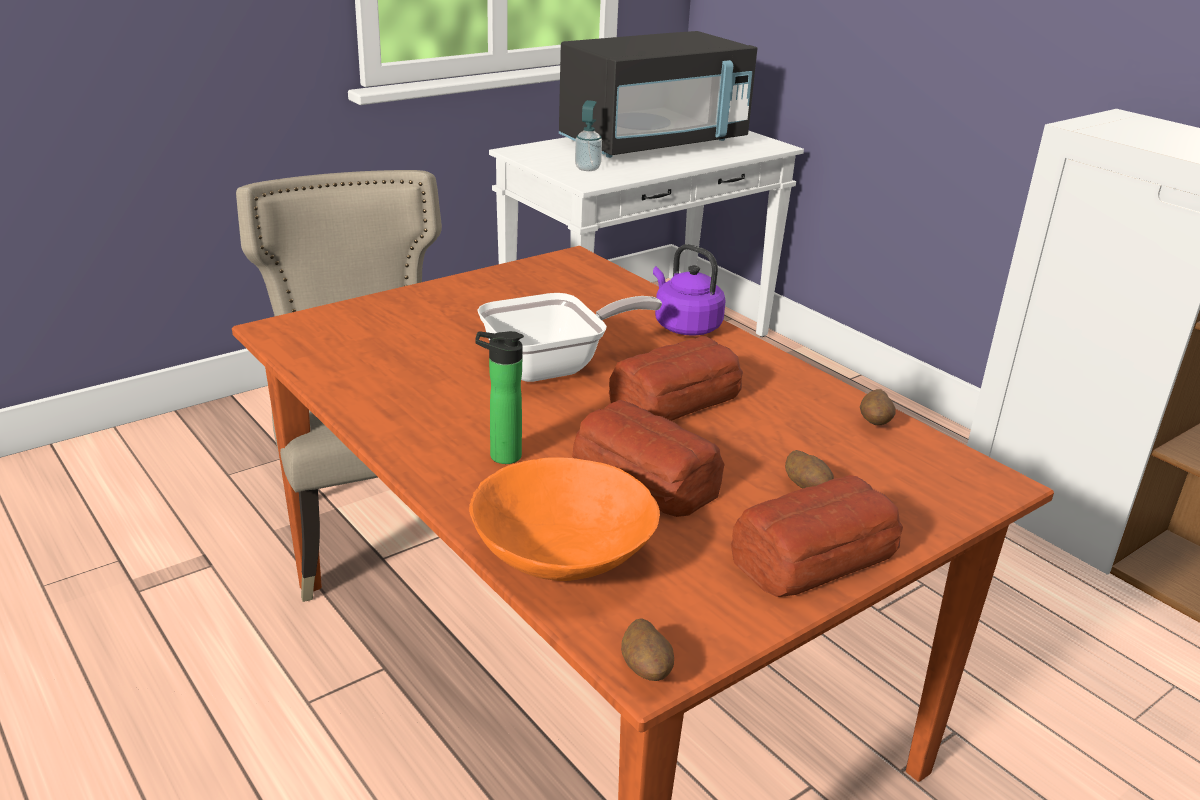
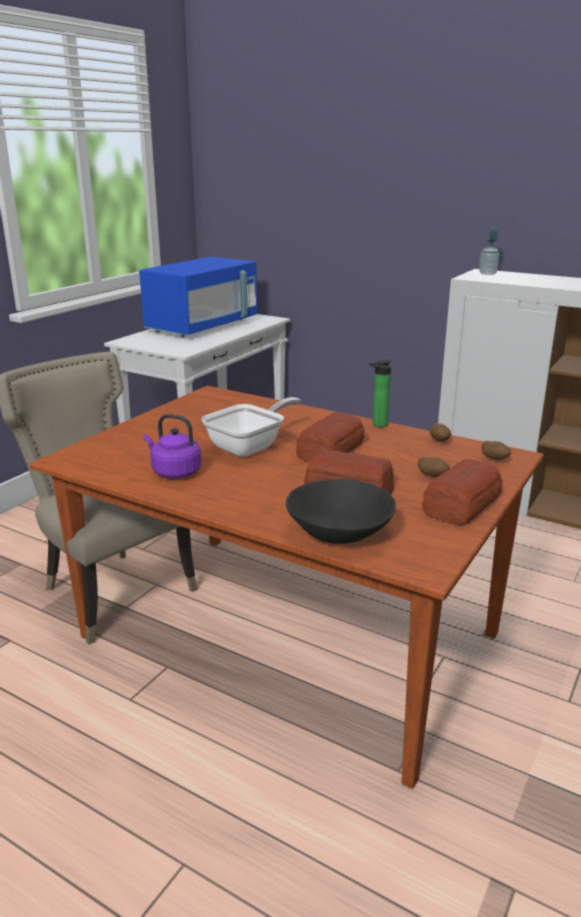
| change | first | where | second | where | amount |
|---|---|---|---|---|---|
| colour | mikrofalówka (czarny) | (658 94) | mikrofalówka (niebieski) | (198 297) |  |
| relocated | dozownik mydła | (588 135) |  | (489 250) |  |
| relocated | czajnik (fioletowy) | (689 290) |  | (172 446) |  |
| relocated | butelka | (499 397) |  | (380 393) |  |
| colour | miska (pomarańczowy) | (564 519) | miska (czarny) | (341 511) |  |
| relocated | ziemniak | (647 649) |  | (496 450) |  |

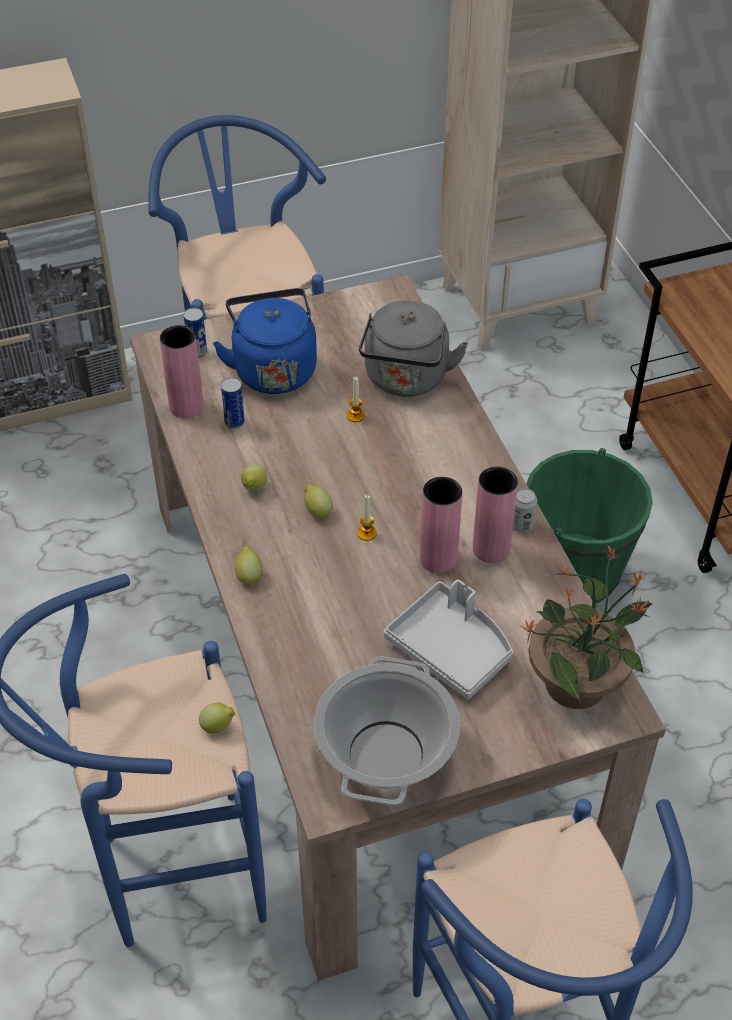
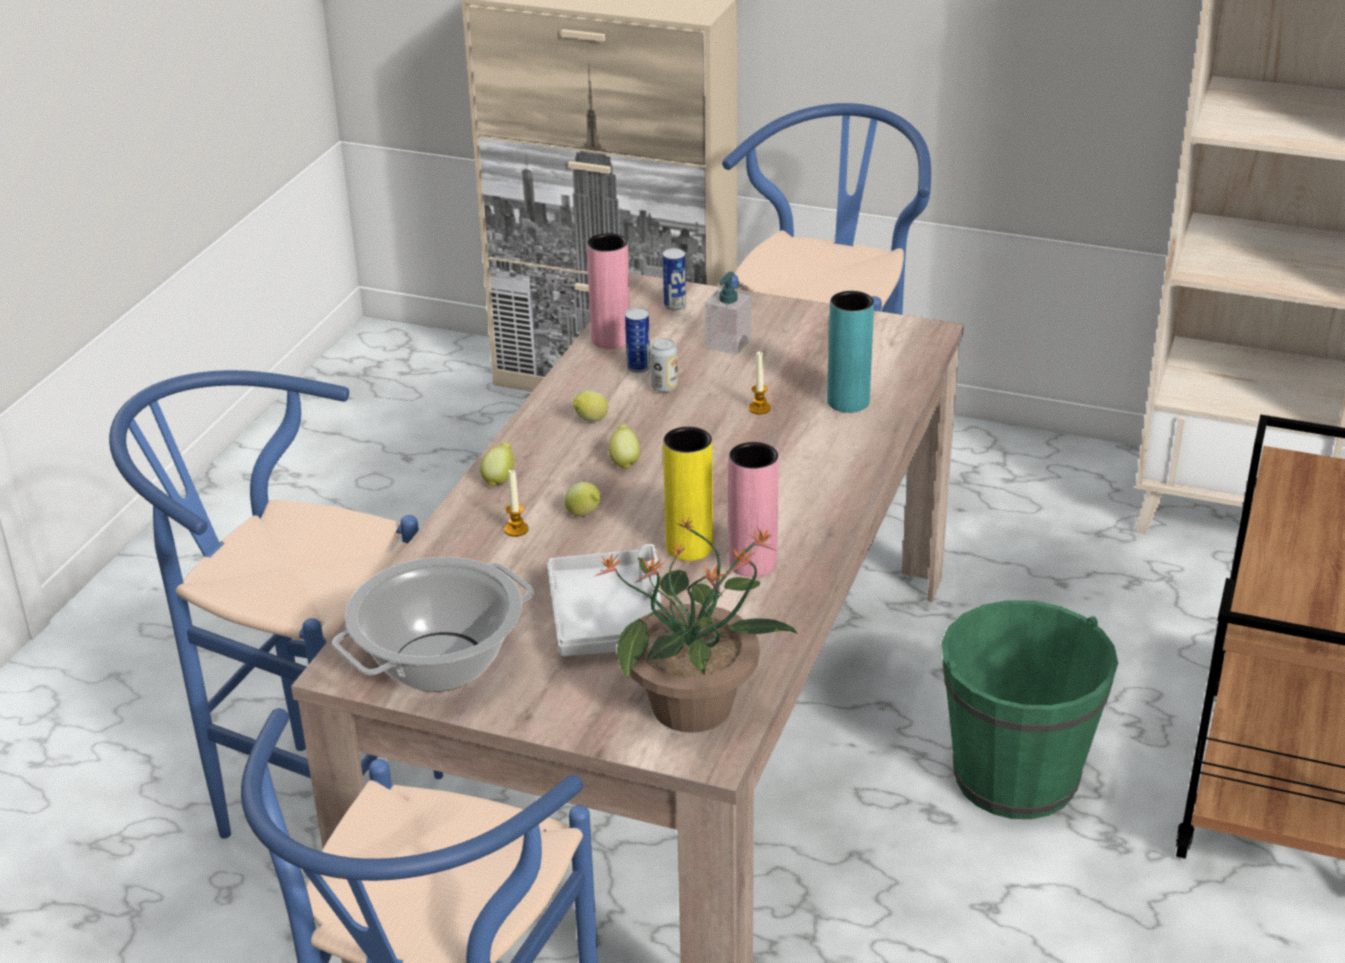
| change | first | where | second | where | amount |
|---|---|---|---|---|---|
| exchanged | czajnik (niebieski) | (265 341) | dozownik mydła | (728 313) |  |
| exchanged | czajnik (szary) | (413 348) | wazon (turkusowy) | (850 352) |  |
| colour | wazon (różowy) | (441 525) | wazon (żółty) | (688 494) |  |
| relocated | puszka | (525 510) |  | (664 365) |  |
| relocated | świeca | (367 518) |  | (516 503) |  |
| relocated | cytryna | (217 718) |  | (582 499) |  |

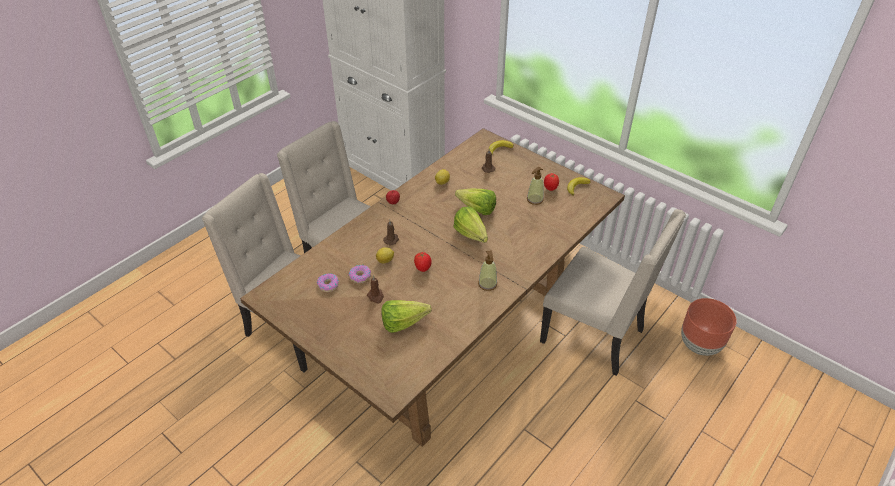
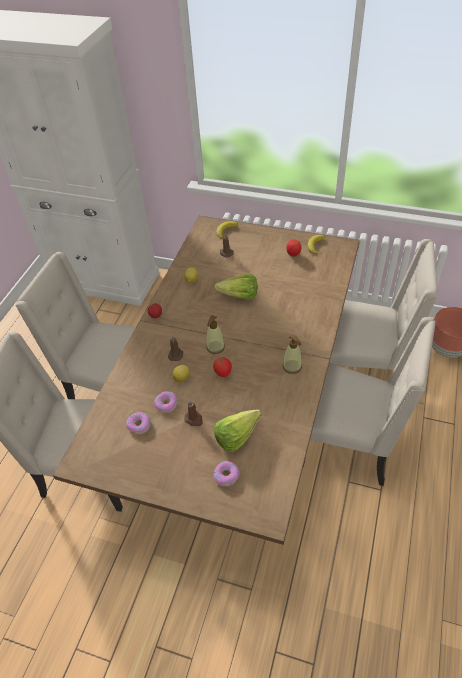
| change | first | where | second | where | amount |
|---|---|---|---|---|---|
| relocated | dozownik mydła | (535 186) |  | (215 334) |  |
| missing | sałata | (470 225) |  |  |  |
| appeared |  |  | krzesło (beżowy) | (369 401) |  |
| appeared |  |  | donut | (227 473) |  |

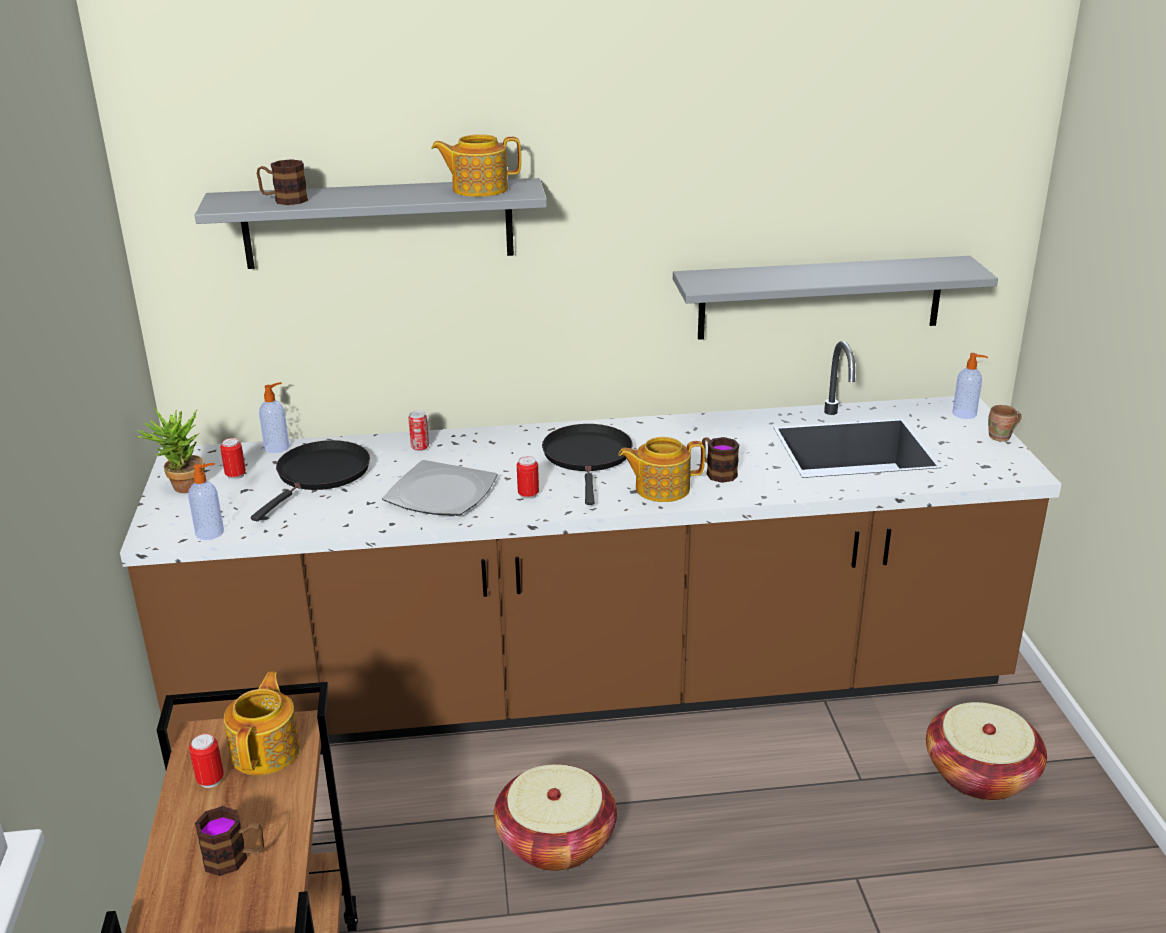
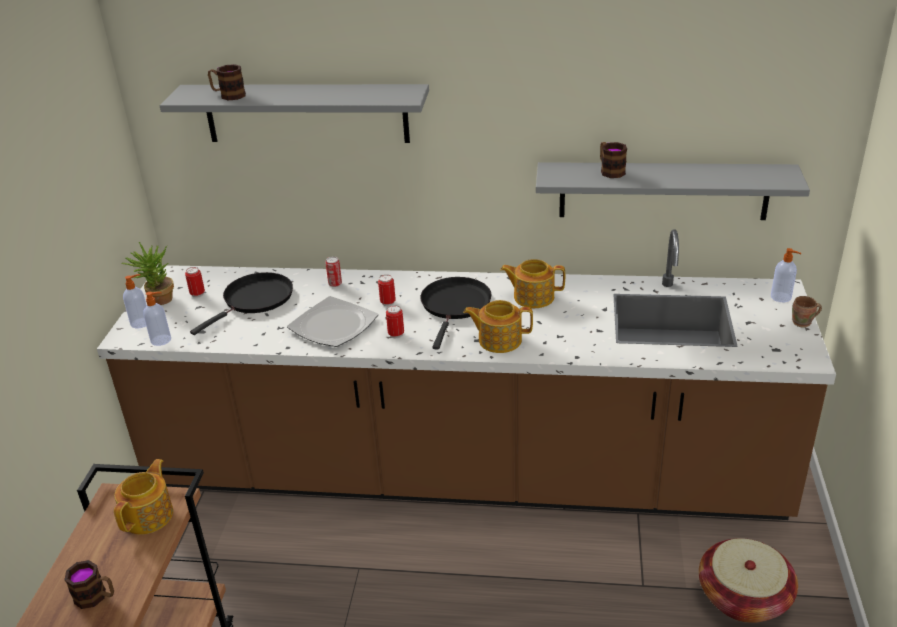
| change | first | where | second | where | amount |
|---|---|---|---|---|---|
| relocated | imbryk | (476 165) |  | (532 283) |  |
| relocated | dozownik mydła | (274 417) |  | (135 301) |  |
| relocated | kubek | (720 460) |  | (613 160) |  |
| relocated | puszka | (206 761) |  | (387 290) |  |
| missing | koszyk | (555 817) |  |  |  |

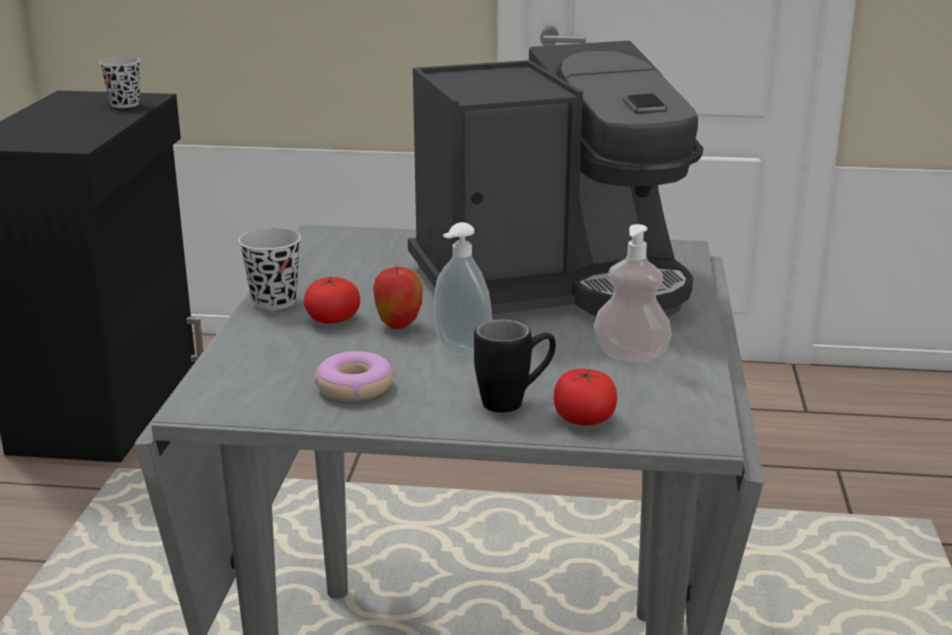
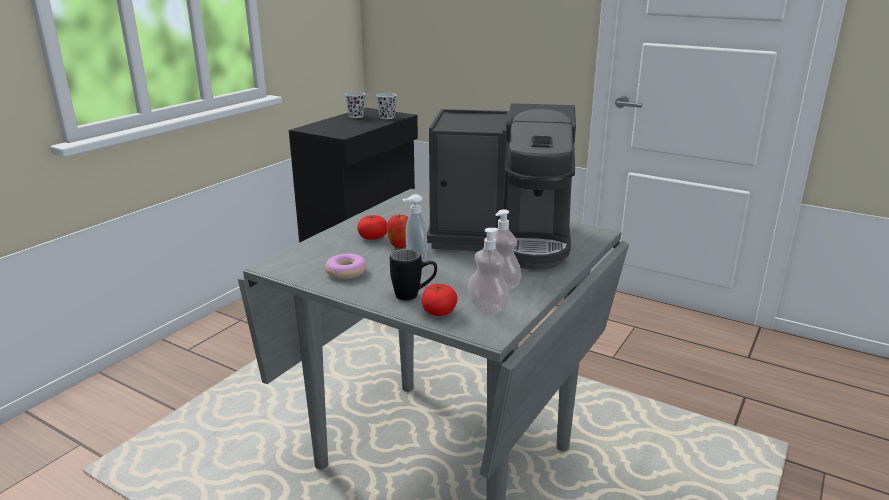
| change | first | where | second | where | amount |
|---|---|---|---|---|---|
| relocated | filiżanka (czarny) | (269 269) |  | (355 105) |  |
| appeared |  |  | dozownik mydła | (489 271) |  |

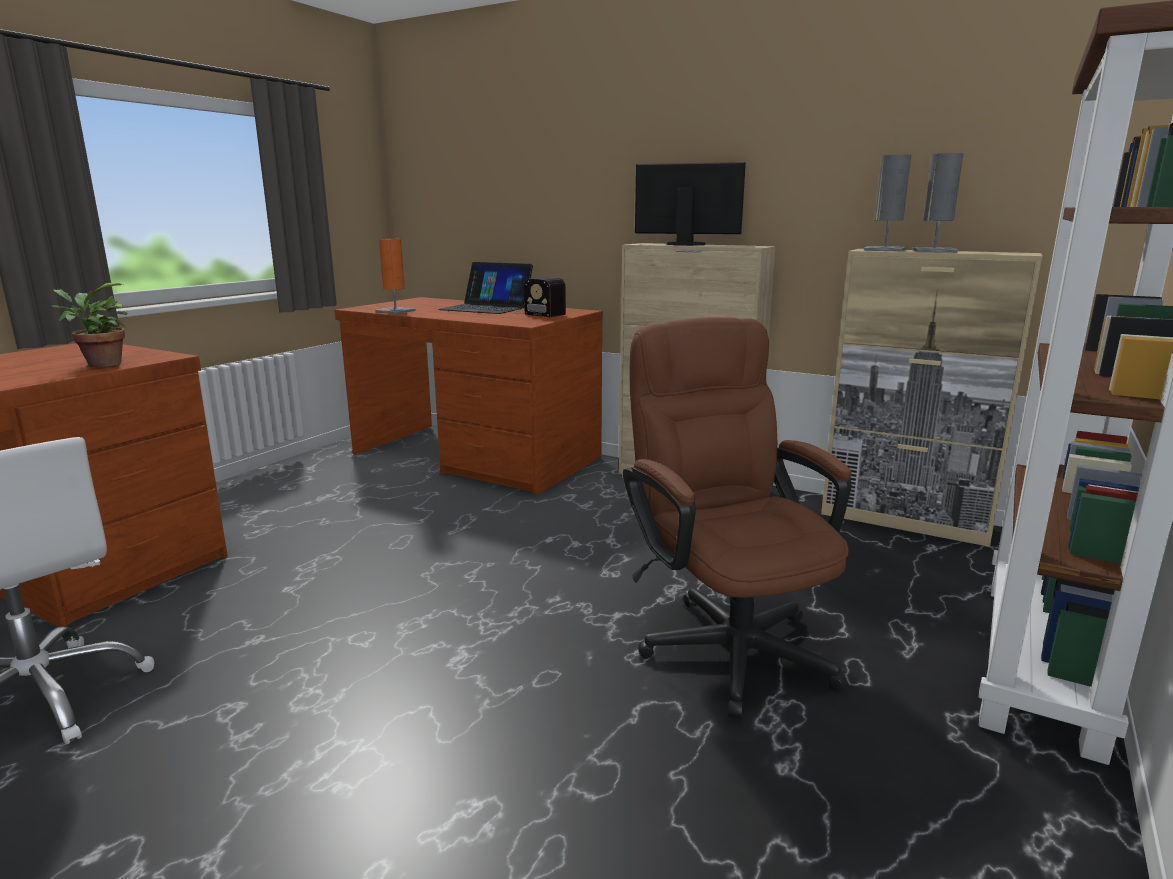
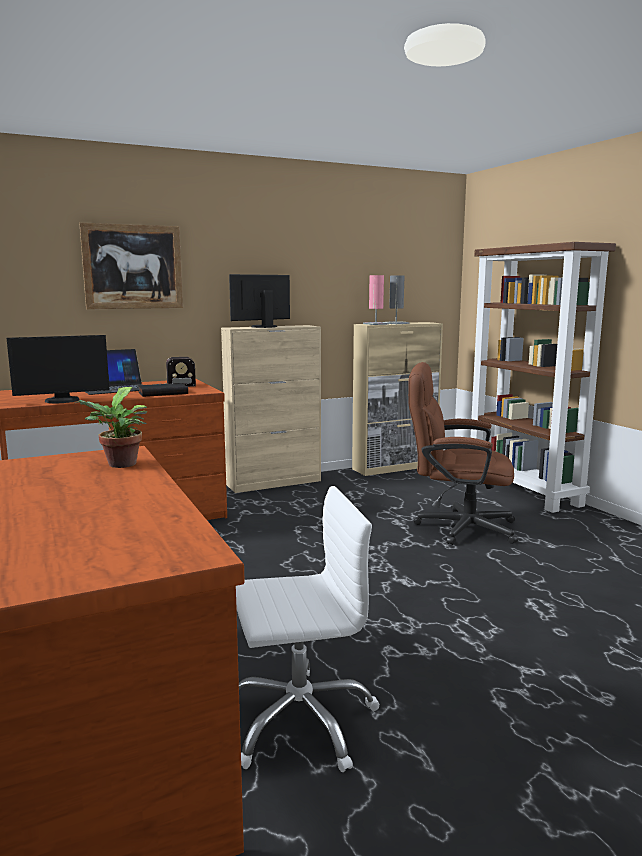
| change | first | where | second | where | amount |
|---|---|---|---|---|---|
| colour | lampa stołowa (szary) | (887 203) | lampa stołowa (różowy) | (376 300) |  |
| exchanged | lampa stołowa (pomarańczowy) | (395 276) | monitor | (57 369) |  |
| appeared |  |  | obraz | (131 266) |  |
| appeared |  |  | książka (czarny) | (163 390) |  |

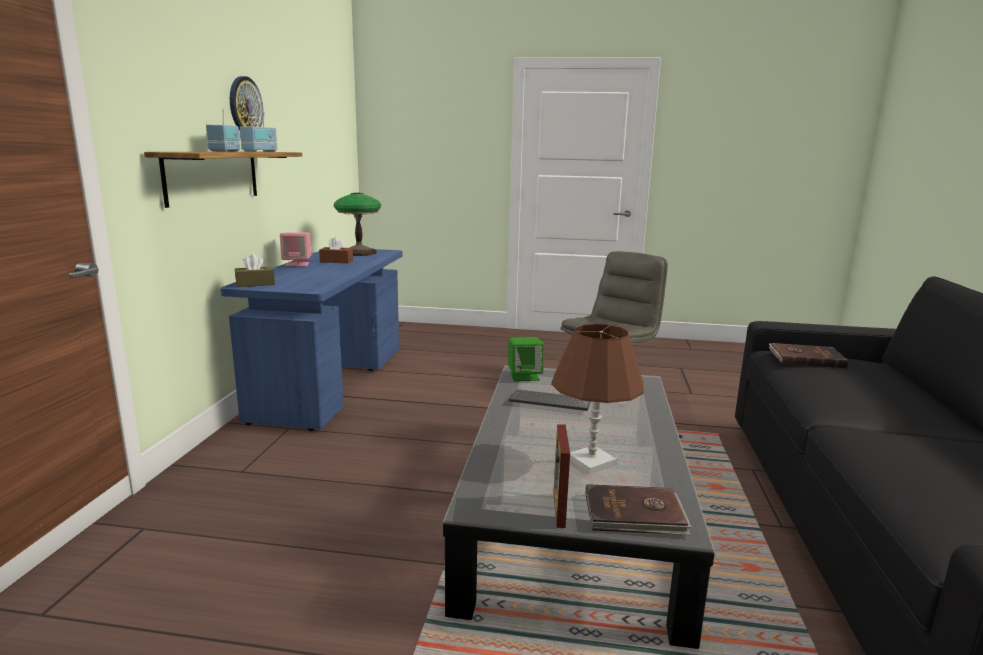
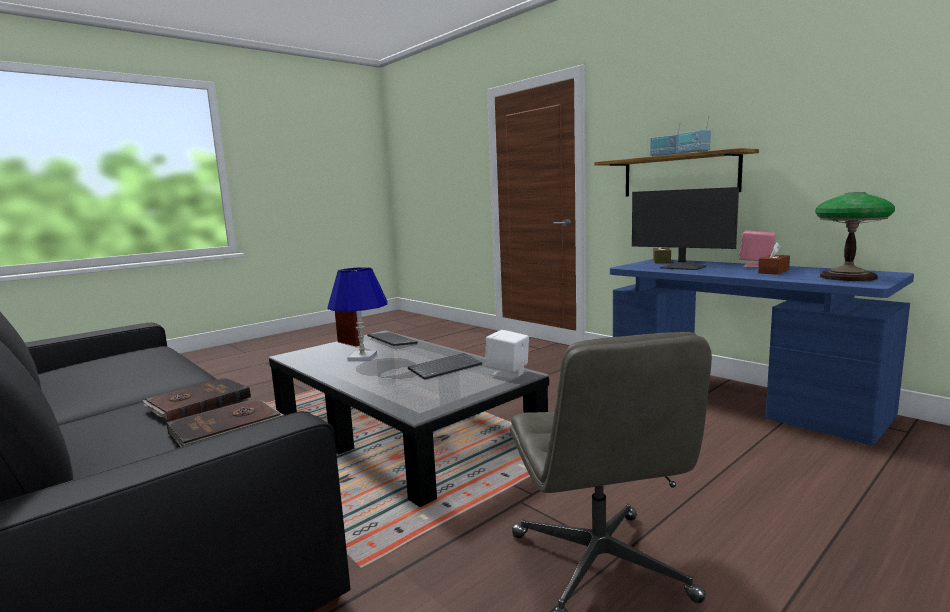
| change | first | where | second | where | amount |
|---|---|---|---|---|---|
| missing | zegar ścienny | (246 103) |  |  |  |
| colour | lampa stołowa (brązowy) | (597 398) | lampa stołowa (niebieski) | (357 314) |  |
| colour | głośnik (zielony) | (526 359) | głośnik (biały) | (507 354) |  |
| relocated | książka (brązowy) | (638 509) |  | (197 400) |  |
| appeared |  |  | monitor | (685 228) |  |
| appeared |  |  | klawiatura | (392 339) |  |

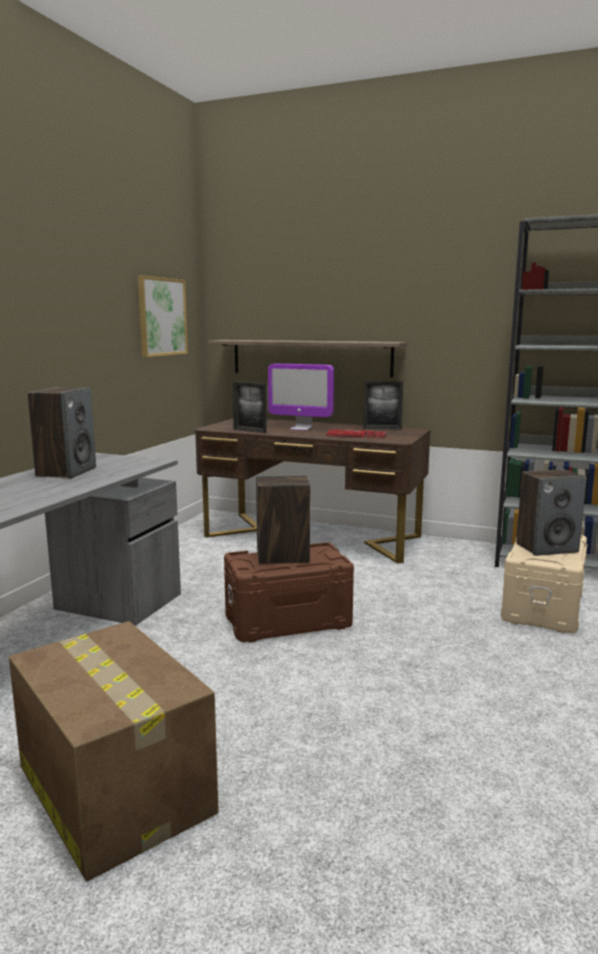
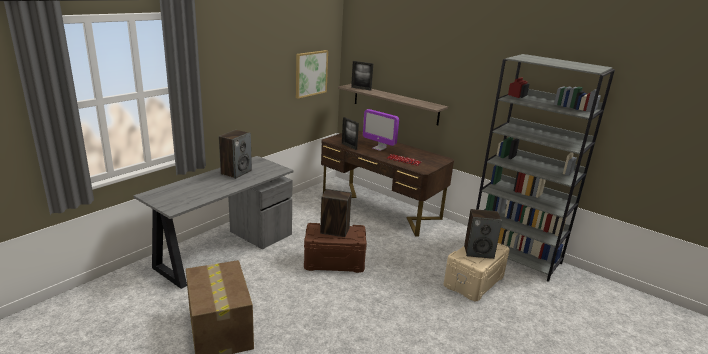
| change | first | where | second | where | amount |
|---|---|---|---|---|---|
| relocated | ramka na zdjęcie | (383 405) |  | (362 76) |  |

